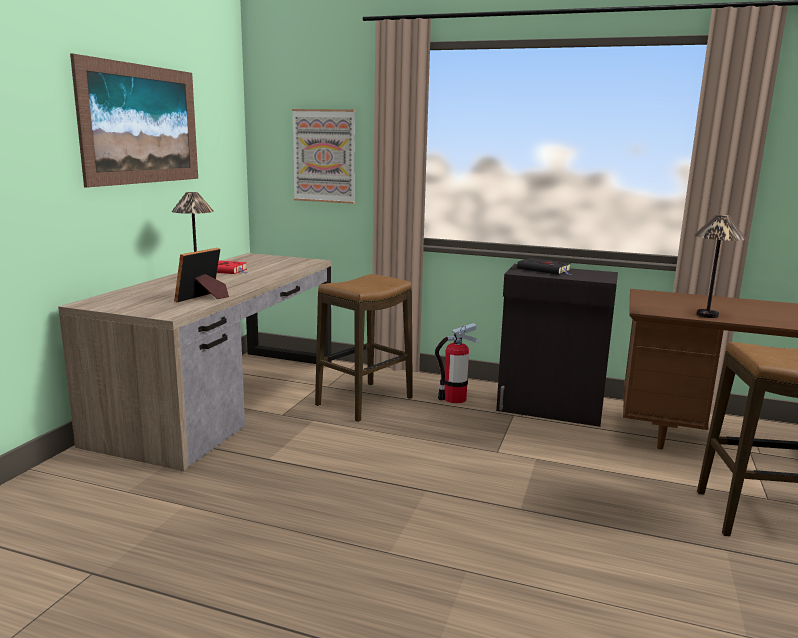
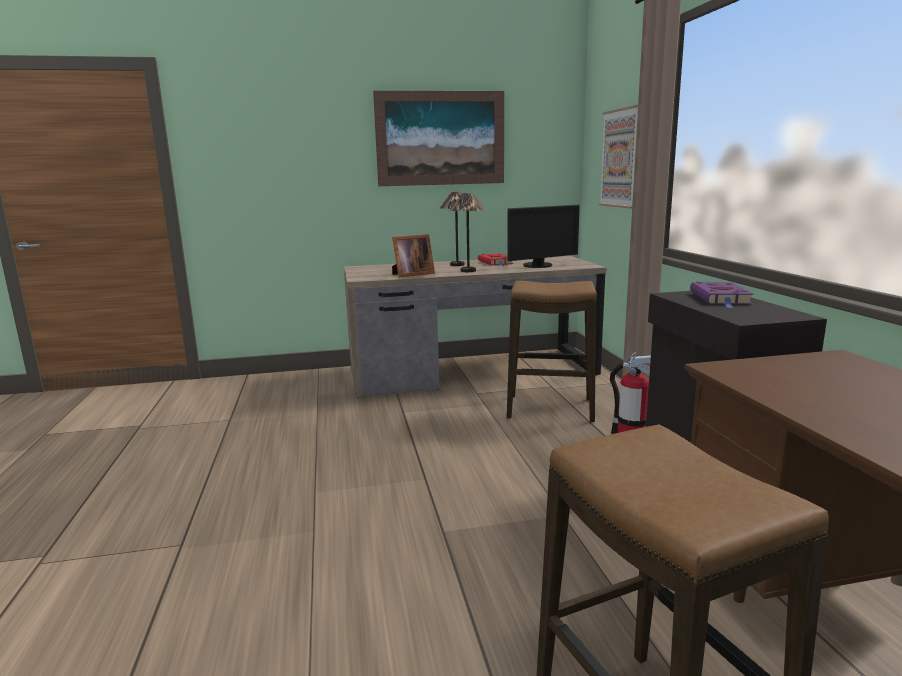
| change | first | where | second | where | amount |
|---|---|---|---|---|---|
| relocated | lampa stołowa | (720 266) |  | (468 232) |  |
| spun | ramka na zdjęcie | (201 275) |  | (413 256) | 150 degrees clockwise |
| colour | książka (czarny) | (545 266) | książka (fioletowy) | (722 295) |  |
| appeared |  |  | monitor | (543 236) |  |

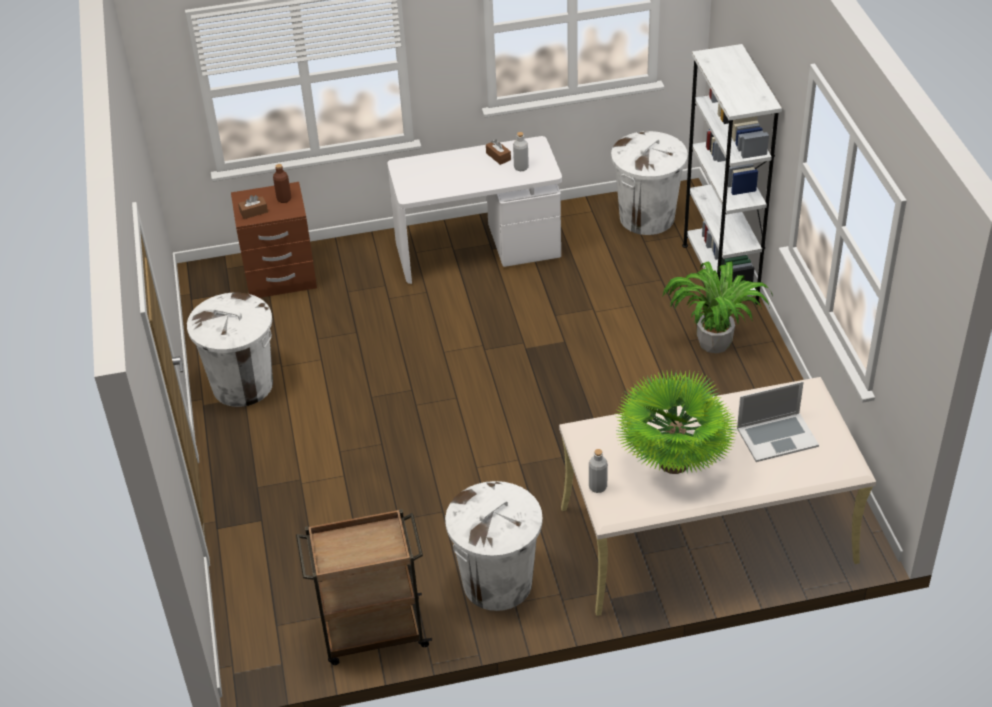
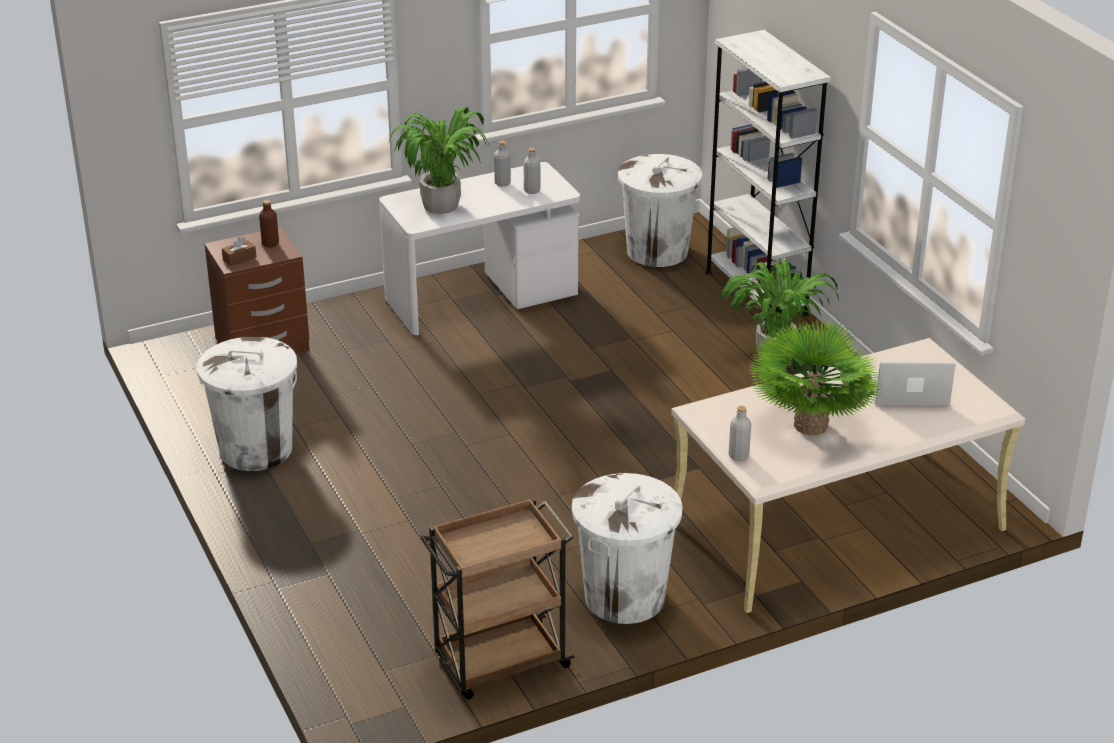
| change | first | where | second | where | amount |
|---|---|---|---|---|---|
| exchanged | pudełko chusteczek (brązowy) | (498 152) | butelka (szary) | (502 163) |  |
| spun | laptop | (778 421) |  | (912 384) | 150 degrees counterclockwise |
| appeared |  |  | roślina doniczkowa | (439 160) |  |

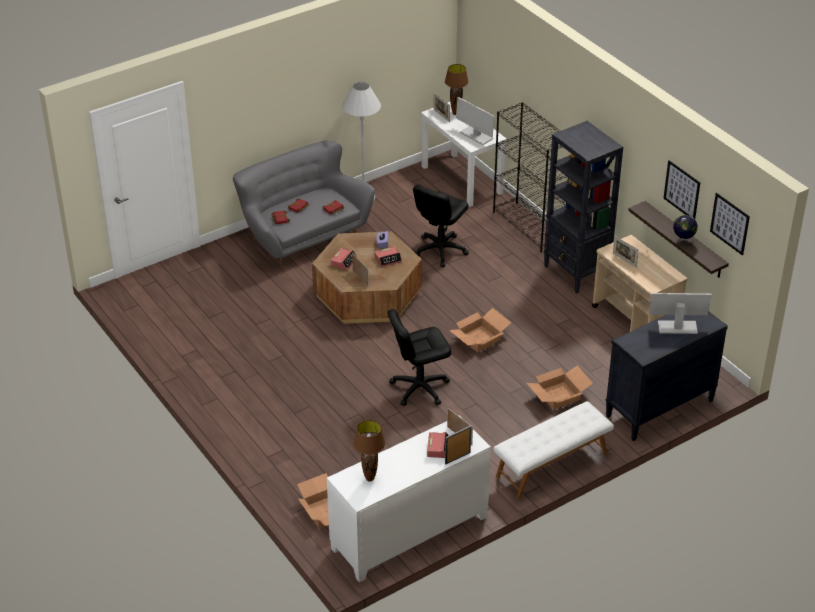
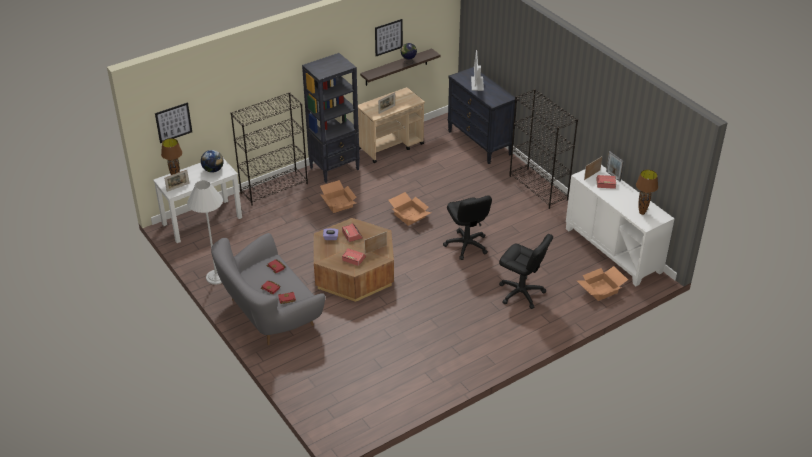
| change | first | where | second | where | amount |
|---|---|---|---|---|---|
| exchanged | monitor | (475 121) | globus | (212 161) |  |
| relocated | krzesło biurowe (czarny) | (441 225) |  | (526 271) |  |
| relocated | obraz | (730 224) |  | (173 122) |  |
| relocated | karton | (560 388) |  | (338 196) |  |
| exchanged | ławka (biały) | (554 450) | regał (czarny) | (543 149) |  |

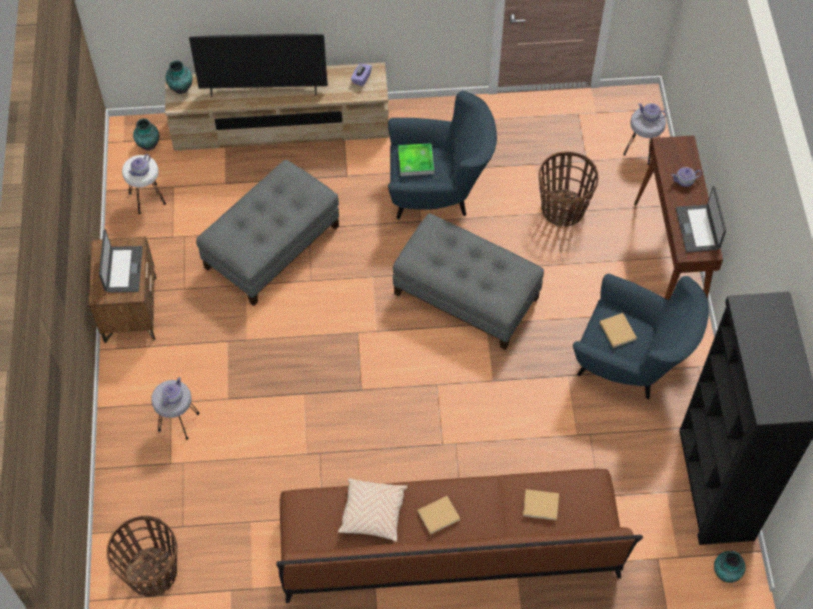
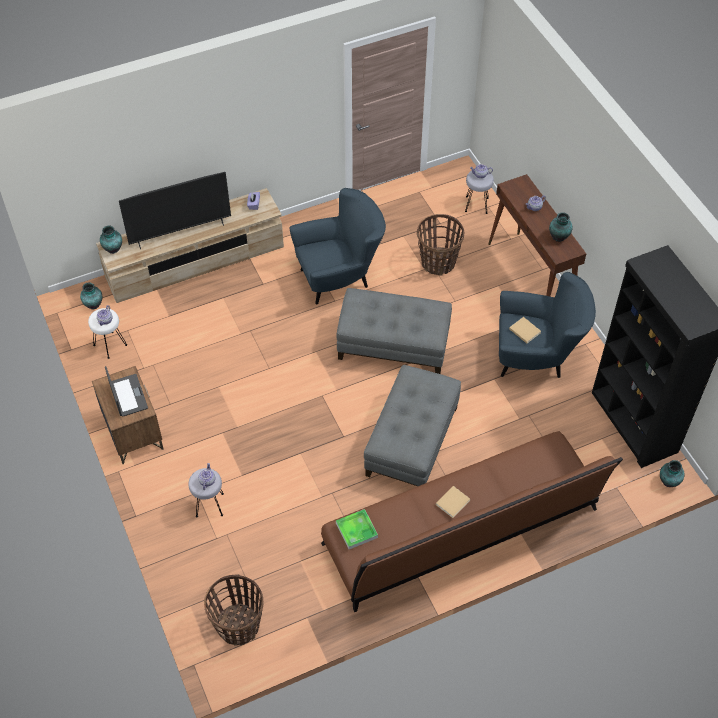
| change | first | where | second | where | amount |
|---|---|---|---|---|---|
| relocated | taca | (416 159) |  | (357 529) |  |
| relocated | pufa (szary) | (267 233) |  | (412 425) |  |
| exchanged | laptop | (701 219) | wazon | (561 227) |  |
| missing | poduszka (beżowy) | (373 510) |  |  |  |
| missing | książka (beżowy) | (541 504) |  |  |  |

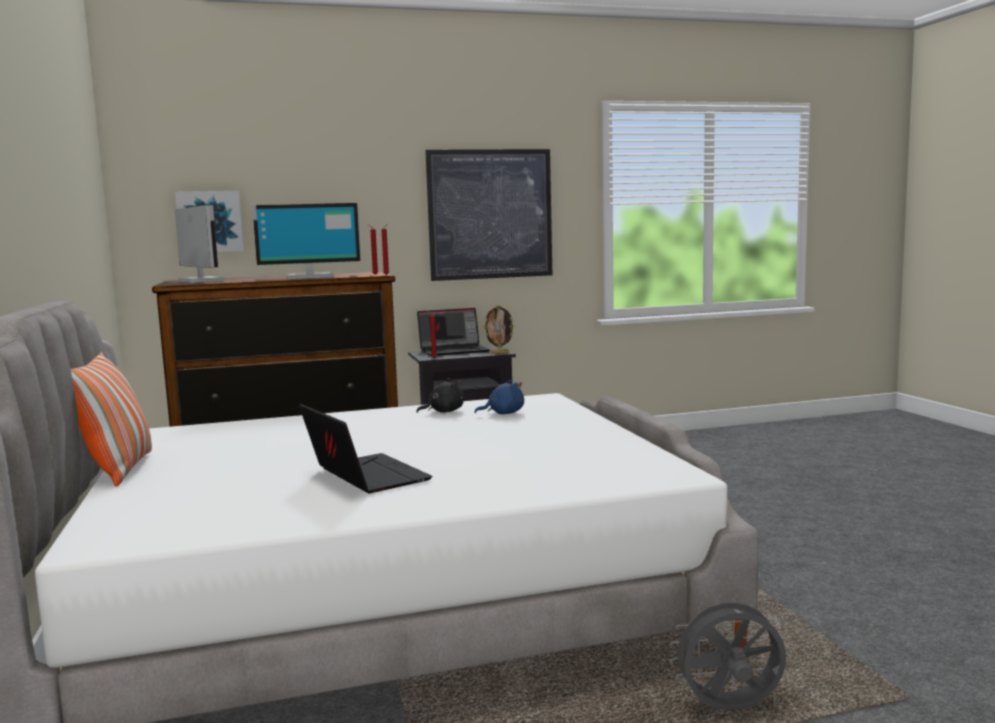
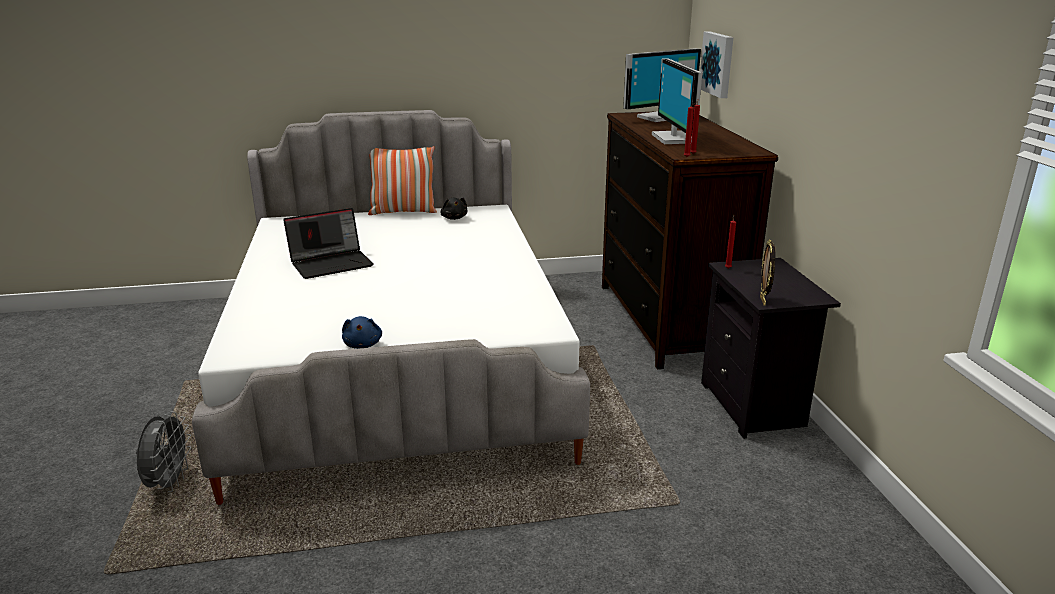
| change | first | where | second | where | amount |
|---|---|---|---|---|---|
| missing | obraz | (488 215) |  |  |  |
| missing | laptop | (453 332) |  |  |  |
| relocated | pluszak (czarny) | (440 395) |  | (453 209) |  |
| relocated | pluszak (niebieski) | (499 396) |  | (362 332) |  |

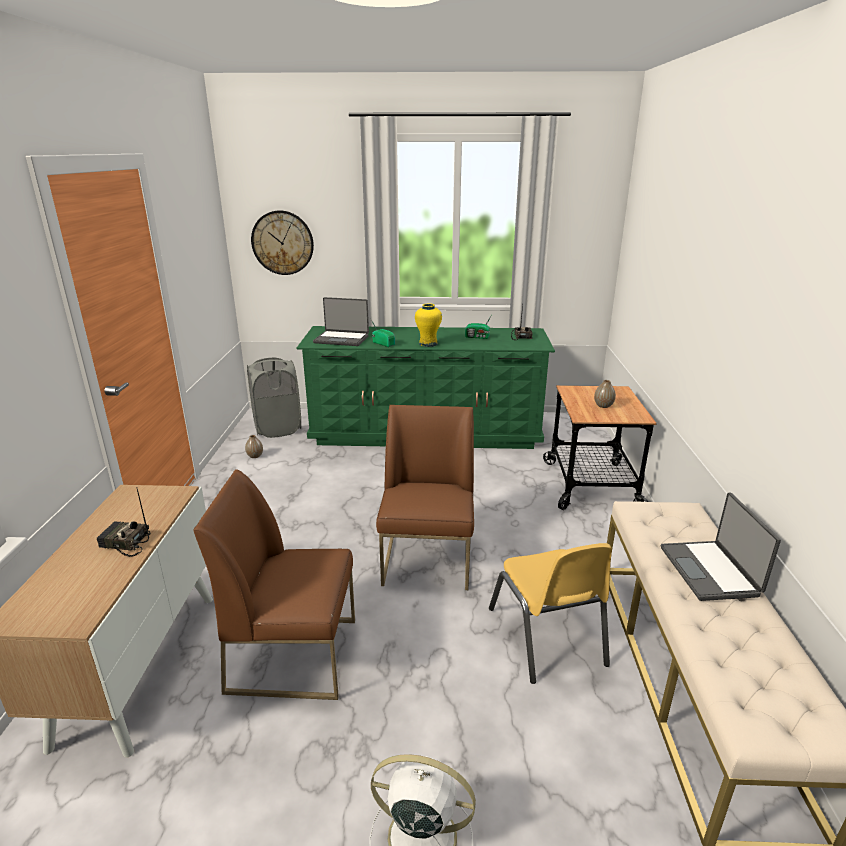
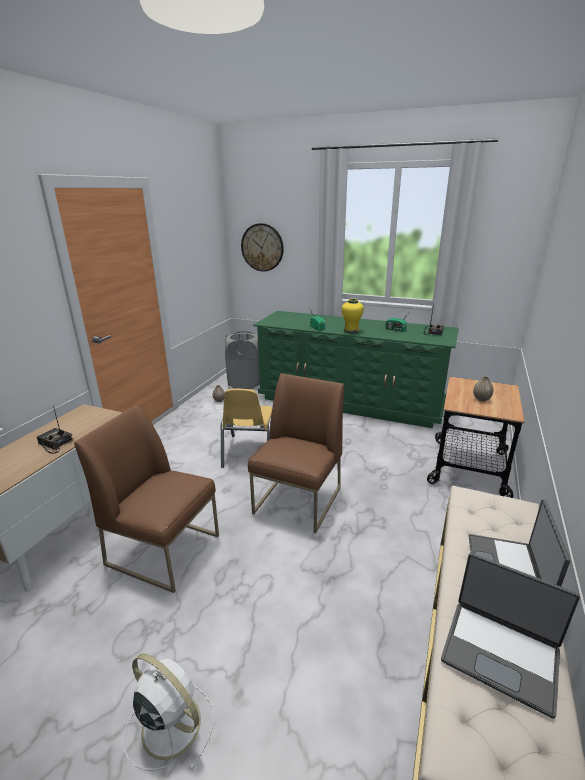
| change | first | where | second | where | amount |
|---|---|---|---|---|---|
| relocated | laptop | (341 321) |  | (510 636) |  |
| relocated | krzesło (żółty) | (550 613) |  | (246 428) |  |

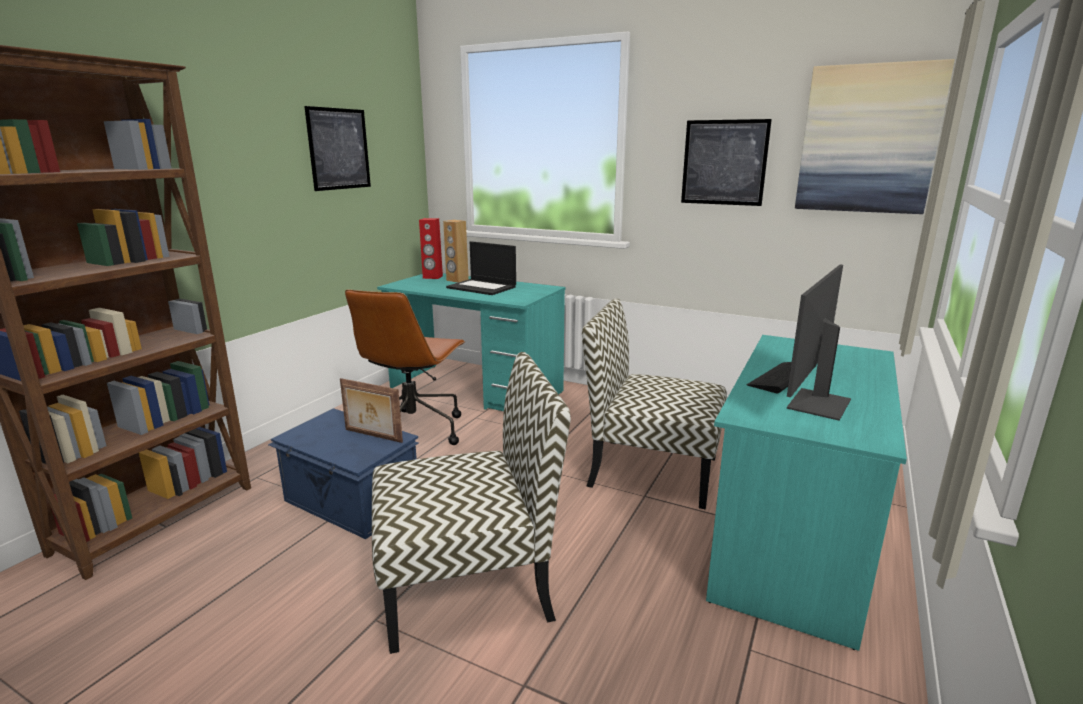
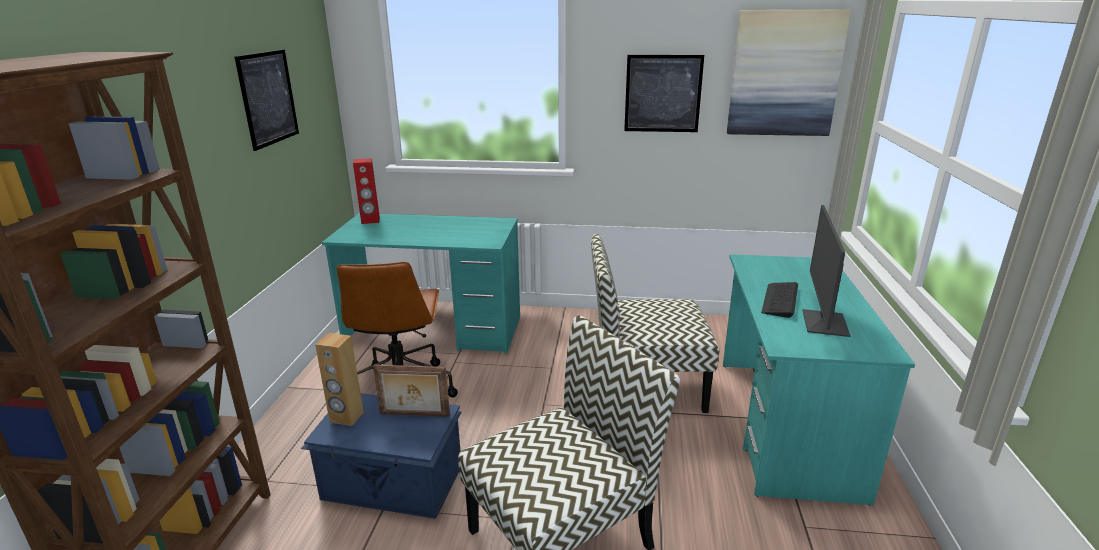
| change | first | where | second | where | amount |
|---|---|---|---|---|---|
| relocated | głośnik (brązowy) | (456 251) |  | (339 379) |  |
| missing | laptop | (481 268) |  |  |  |

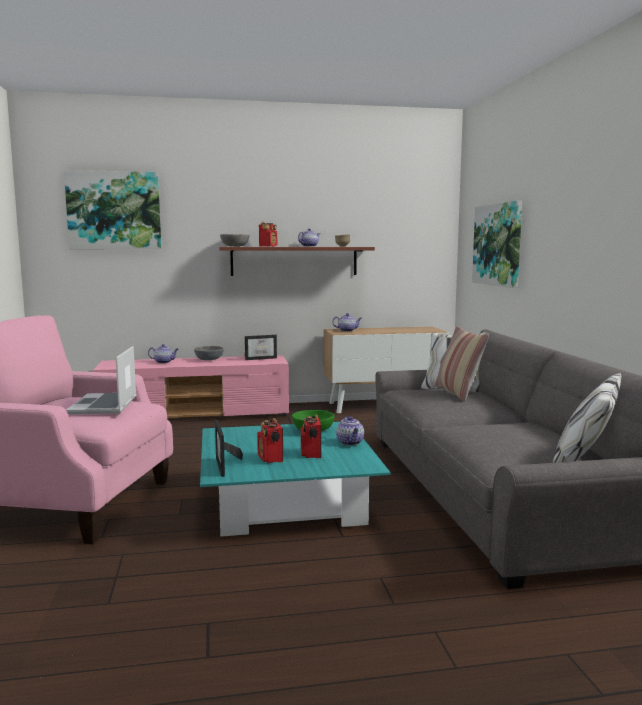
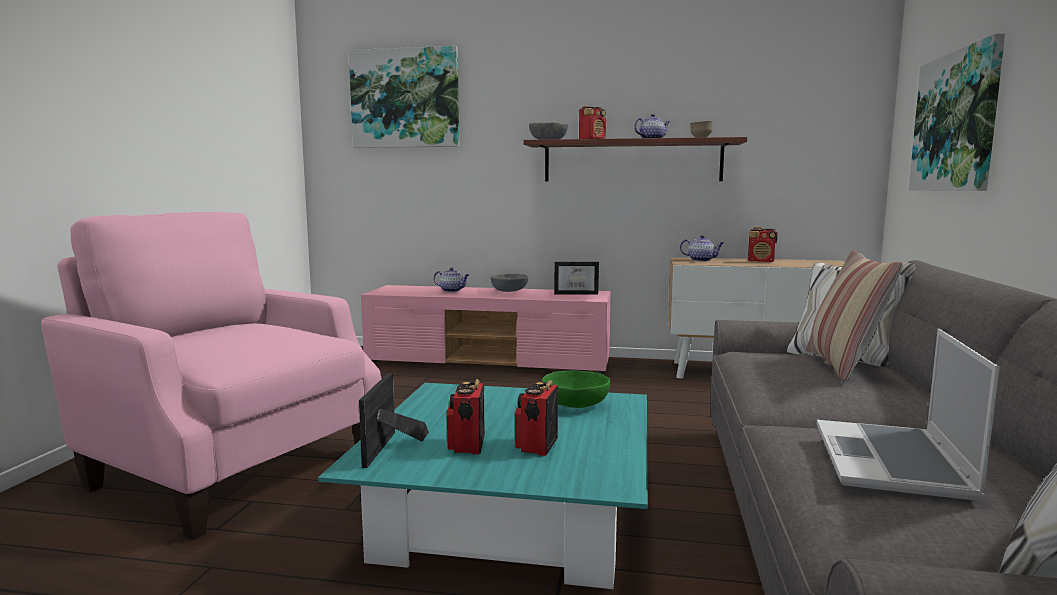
| change | first | where | second | where | amount |
|---|---|---|---|---|---|
| relocated | laptop | (101 380) |  | (908 415) |  |
| missing | imbryk | (350 431) |  |  |  |
| appeared |  |  | radio | (763 244) |  |

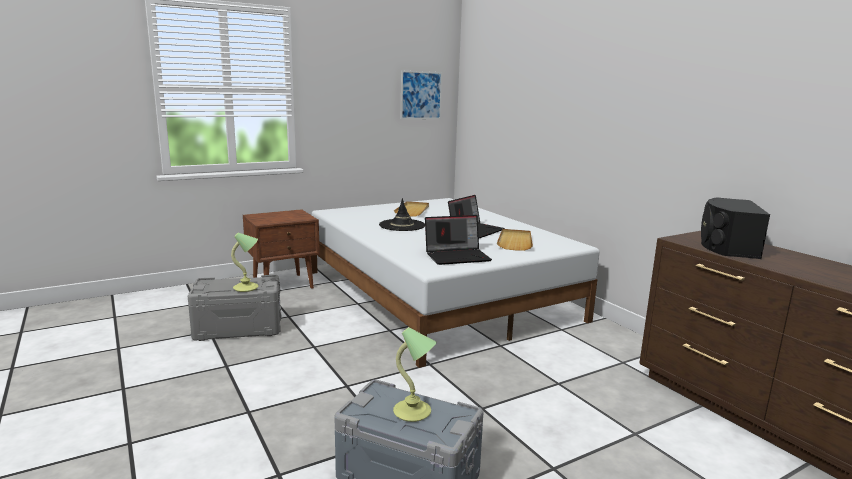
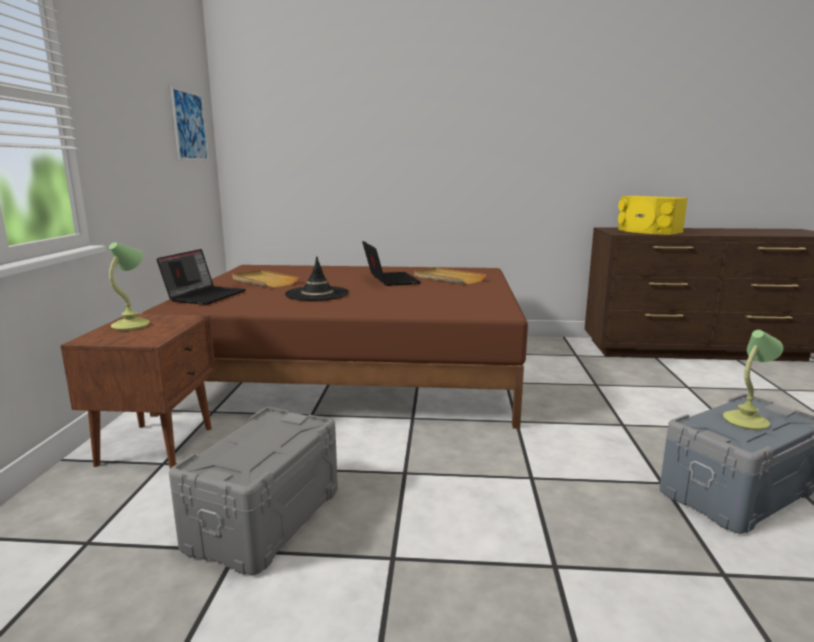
| change | first | where | second | where | amount |
|---|---|---|---|---|---|
| colour | głośnik (czarny) | (735 228) | głośnik (żółty) | (653 215) |  |
| colour | łóżko (biały) | (455 283) | łóżko (brązowy) | (334 347) |  |
| relocated | laptop | (458 240) |  | (201 277) |  |
| relocated | lampa stołowa | (244 262) |  | (129 286) |  |

